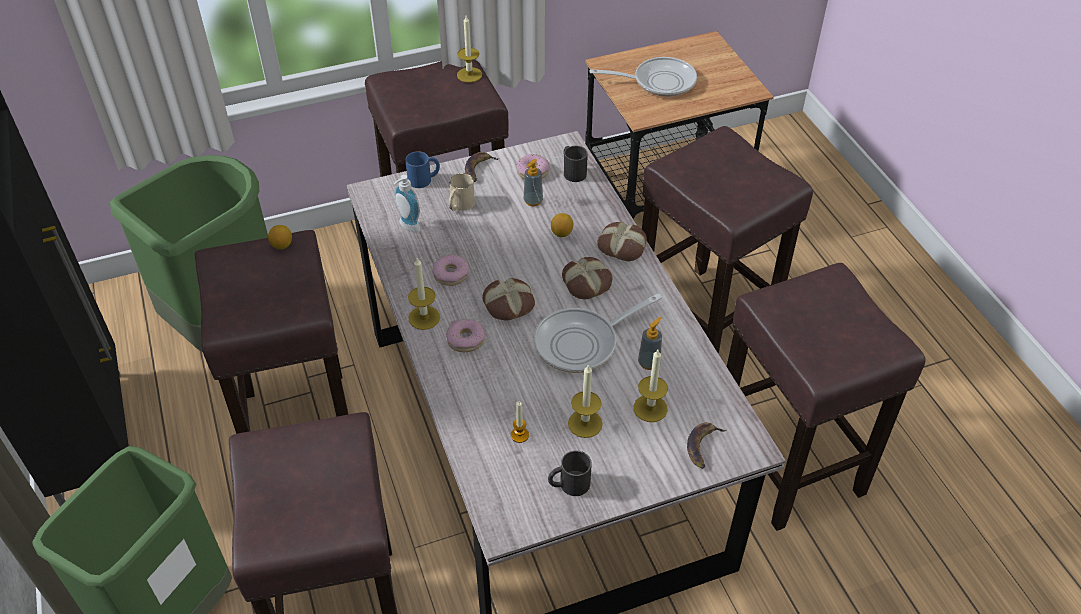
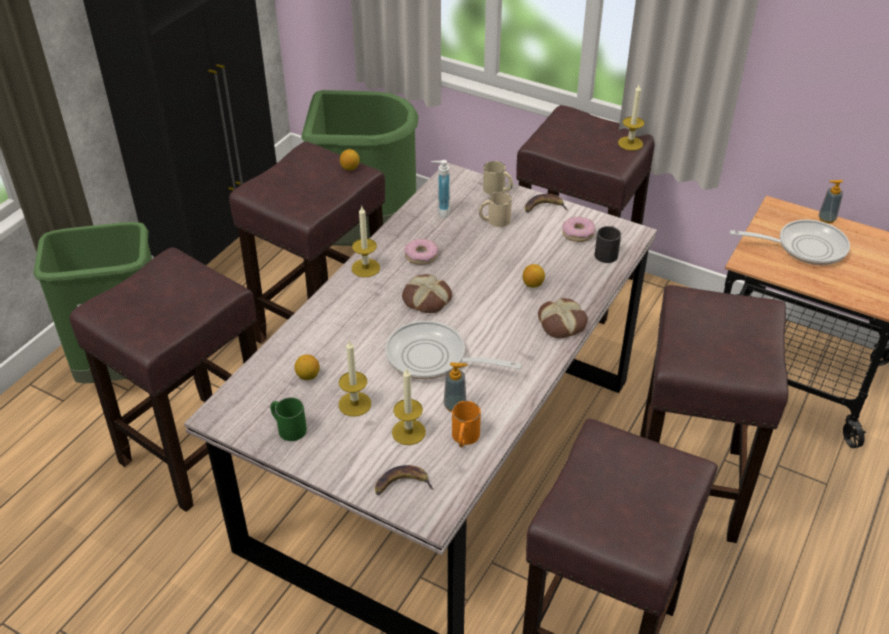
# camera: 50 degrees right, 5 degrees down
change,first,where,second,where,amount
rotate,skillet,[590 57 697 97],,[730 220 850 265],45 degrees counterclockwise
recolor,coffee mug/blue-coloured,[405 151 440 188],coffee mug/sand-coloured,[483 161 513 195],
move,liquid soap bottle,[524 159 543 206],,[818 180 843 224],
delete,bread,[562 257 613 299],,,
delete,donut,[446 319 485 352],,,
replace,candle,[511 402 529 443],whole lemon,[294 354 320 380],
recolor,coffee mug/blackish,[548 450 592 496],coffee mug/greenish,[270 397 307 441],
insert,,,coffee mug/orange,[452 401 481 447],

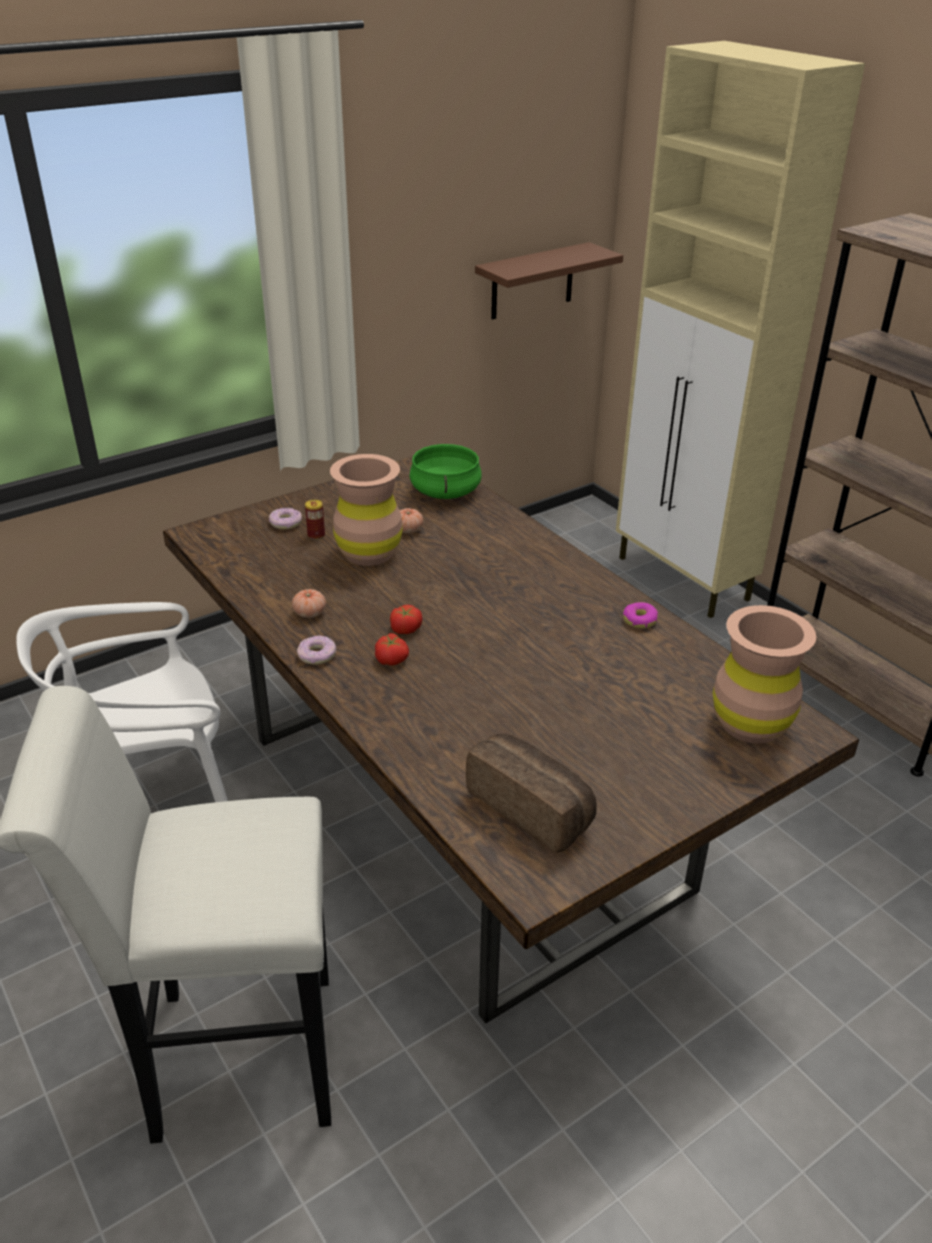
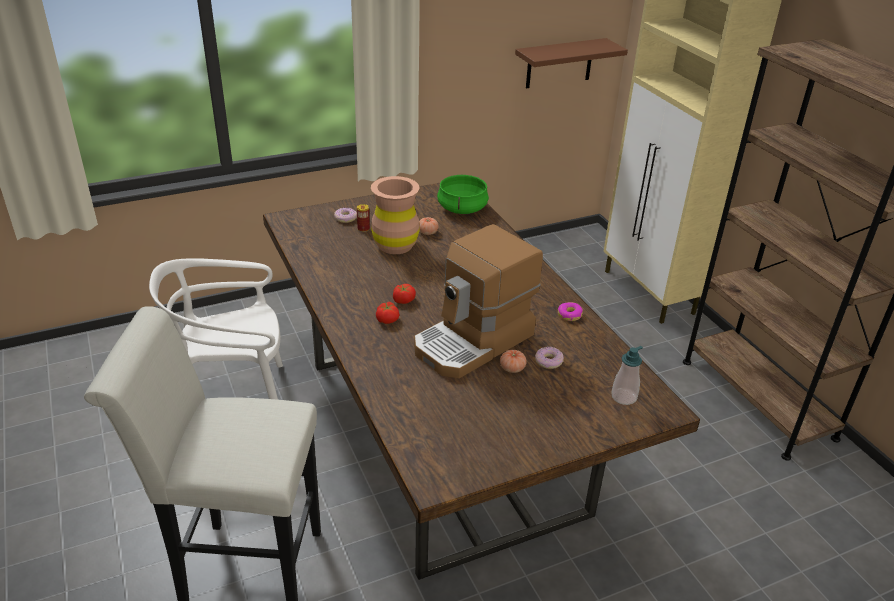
# camera: 10 degrees right, 0 degrees up
change,first,where,second,where,amount
move,whole tomato,[292 589 326 618],,[500 350 527 373],
replace,vase/brownish,[713 605 816 743],liquid soap bottle,[611 346 643 405],
move,donut,[297 635 336 665],,[535 347 564 369],
delete,bread,[466 734 597 853],,,
insert,,,coffee maker,[414 224 543 378],

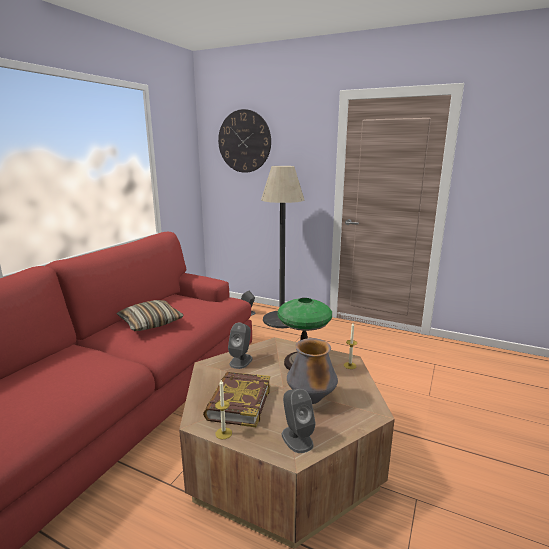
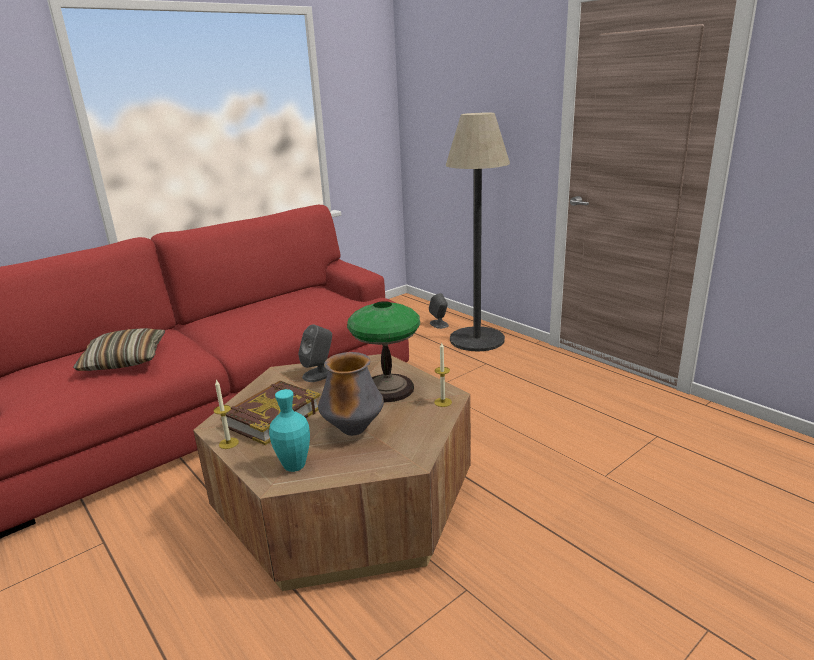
# camera: 25 degrees right, 5 degrees up
change,first,where,second,where,amount
delete,clock on the wall,[218 109 271 173],,,
move,throw pillow,[117 300 184 331],,[73 328 165 371],
replace,loudspeaker/greyish,[282 389 316 453],vase/blue-green,[269 389 310 472],

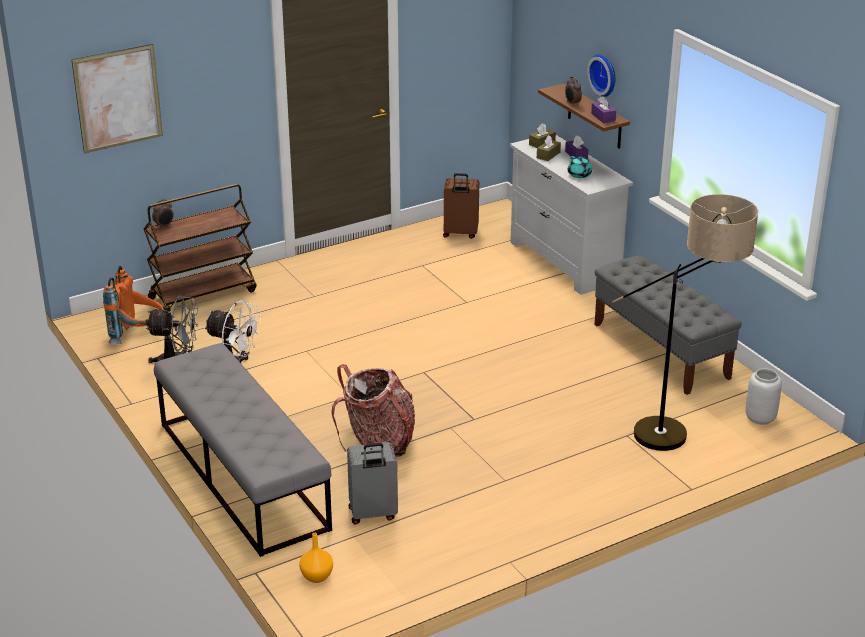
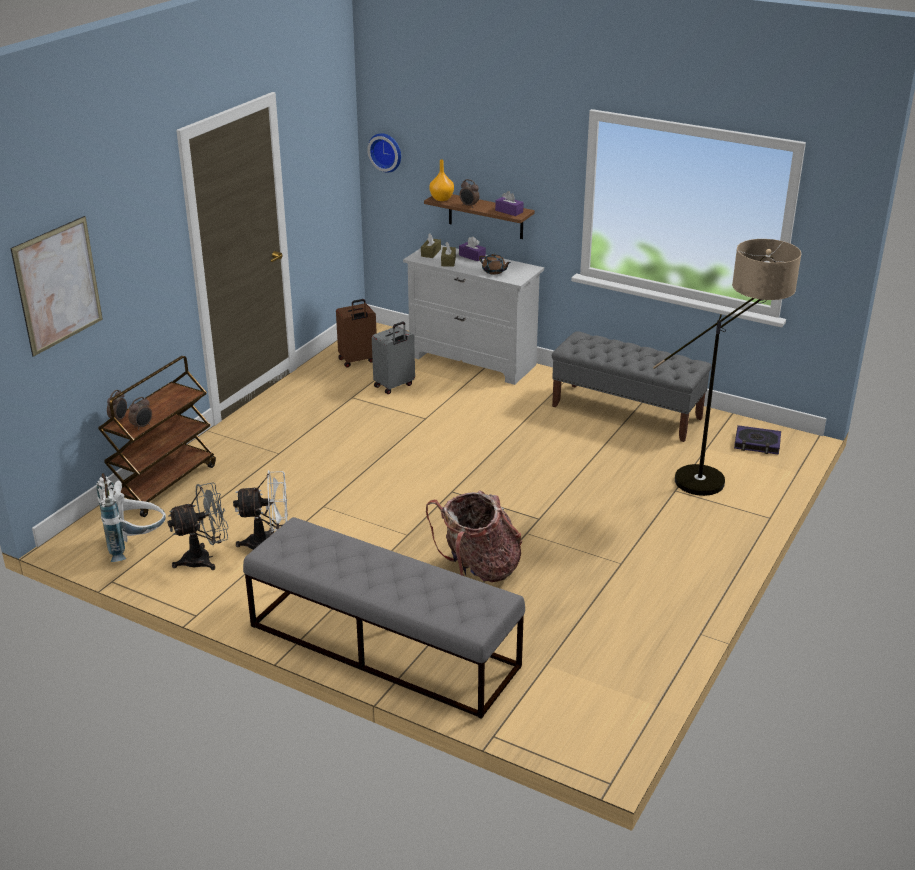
# camera: 30 degrees left, 0 degrees up
change,first,where,second,where,amount
move,clock on the wall,[587 54 615 97],,[367 134 401 173],
recolor,teapot/blue-green,[568 156 592 178],teapot/brownish,[479 254 511 275],
recolor,knapsack/orange,[103 266 164 344],knapsack/white,[97 473 166 562],
replace,vase/greyish,[745 368 782 425],volume,[734 425 781 455],
move,travel case/greyish,[347 442 398 524],,[372 321 415 394],
move,vase/orange,[299 533 333 583],,[429 159 454 201],
insert,,,alarm clock,[128 397 152 430],

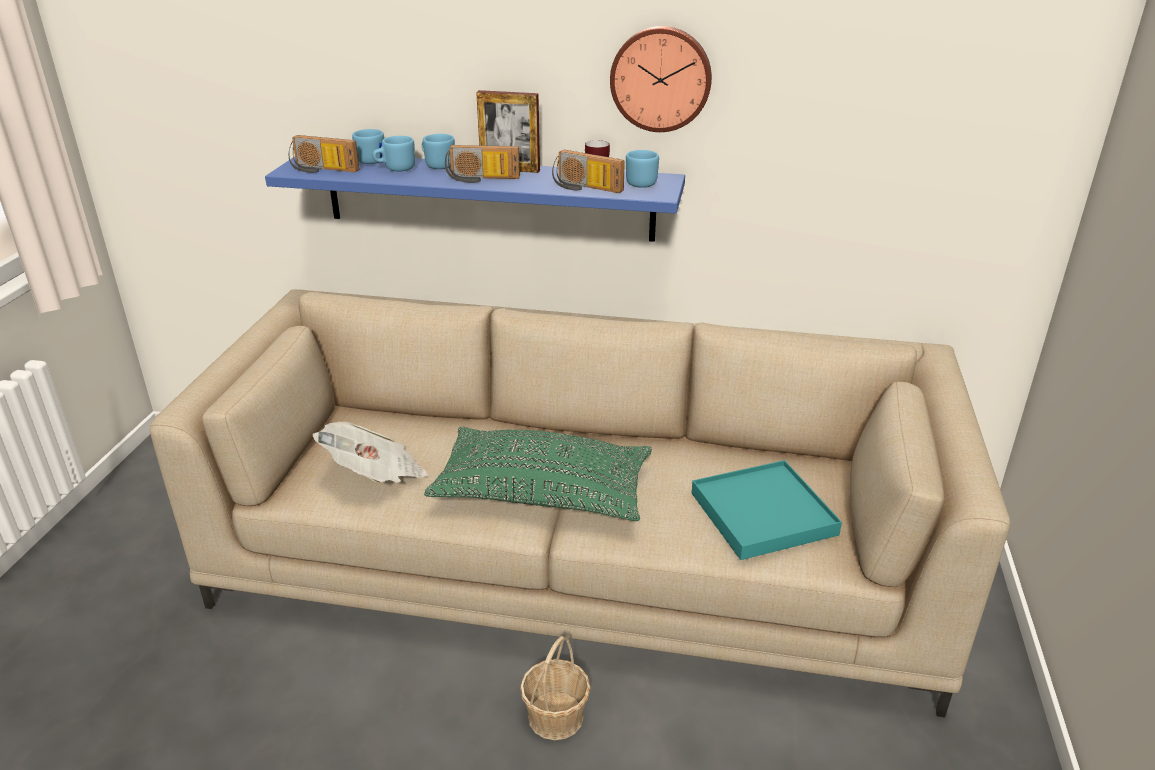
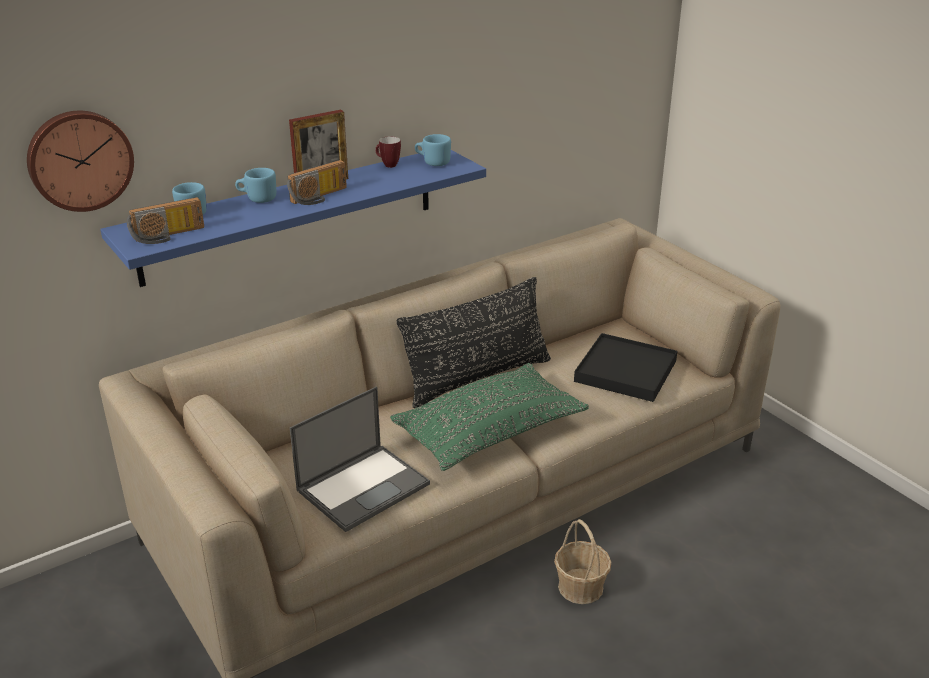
# camera: 45 degrees left, 0 degrees up
change,first,where,second,where,amount
move,clock on the wall,[610 26 712 132],,[27 111 134 212],
delete,coffee mug/blue-coloured,[372 136 415 171],,,
delete,radio,[552 150 625 193],,,
replace,printed paper,[313 421 428 483],laptop,[290 386 430 532],
recolor,tray/blue-green,[692 460 842 560],tray/blackish,[574 333 677 402],
insert,,,throw pillow/blackish,[396 277 551 408],

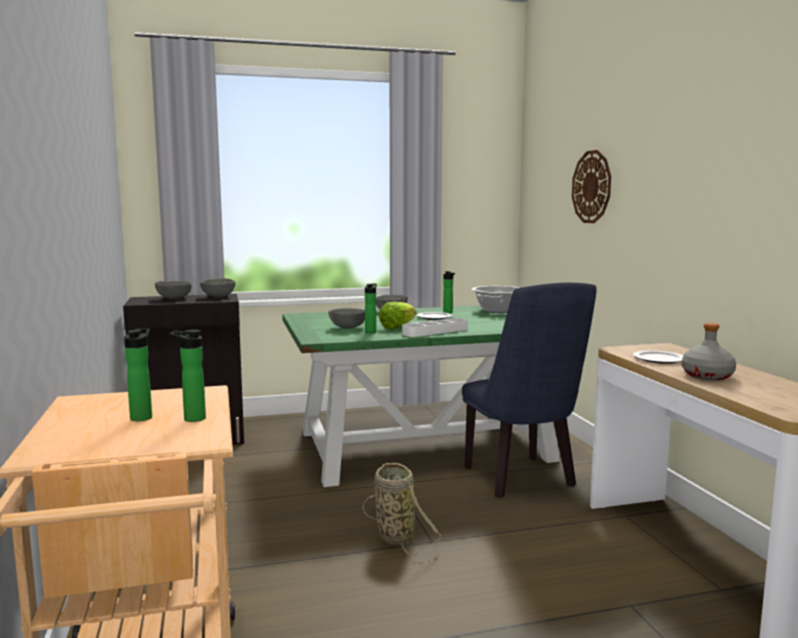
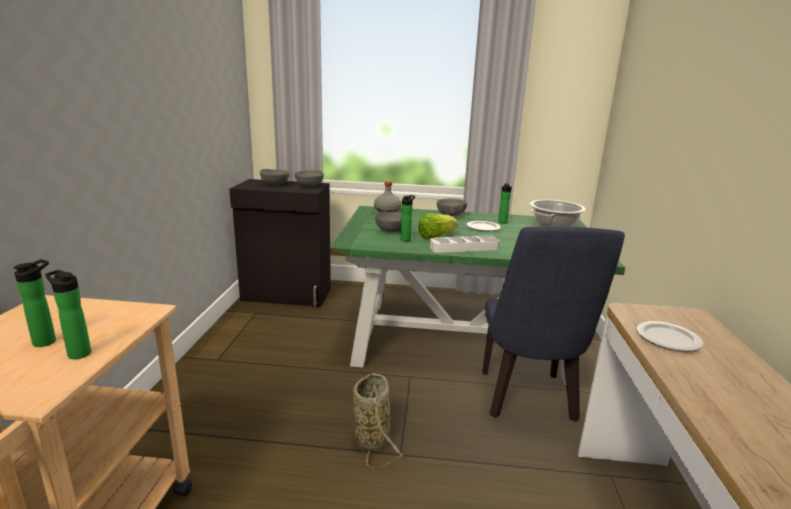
# camera: 20 degrees right, 10 degrees up
change,first,where,second,where,amount
delete,clock on the wall,[572 150 611 223],,,
move,bottle/greyish,[682 323 736 381],,[374 181 401 213],

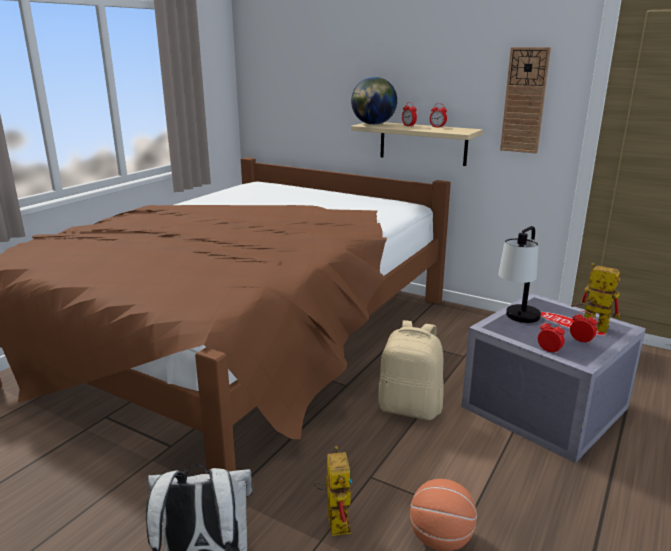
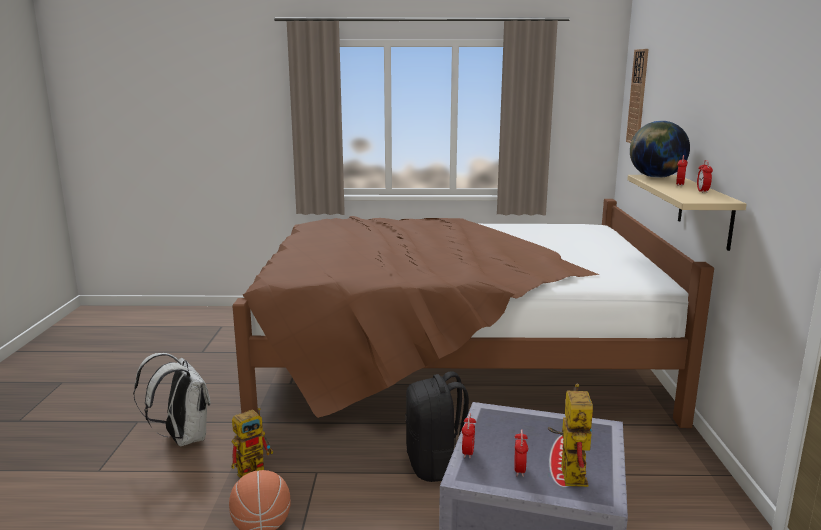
# camera: 60 degrees right, 5 degrees down
change,first,where,second,where,amount
move,clock on the wall,[500 47 551 154],,[626 49 648 143],
delete,tabletop lamp,[498 226 541 323],,,
recolor,knapsack/sand-coloured,[378 320 444 420],knapsack/blackish,[405 371 469 482],

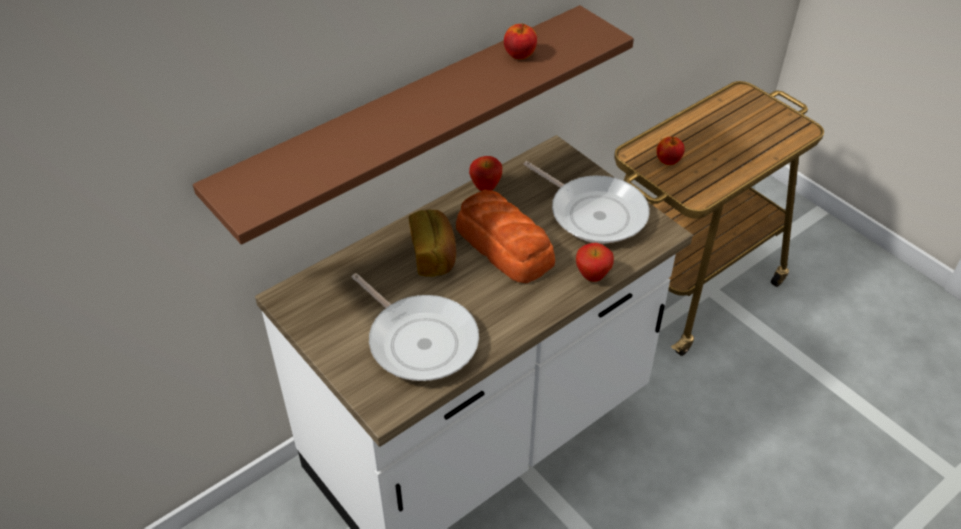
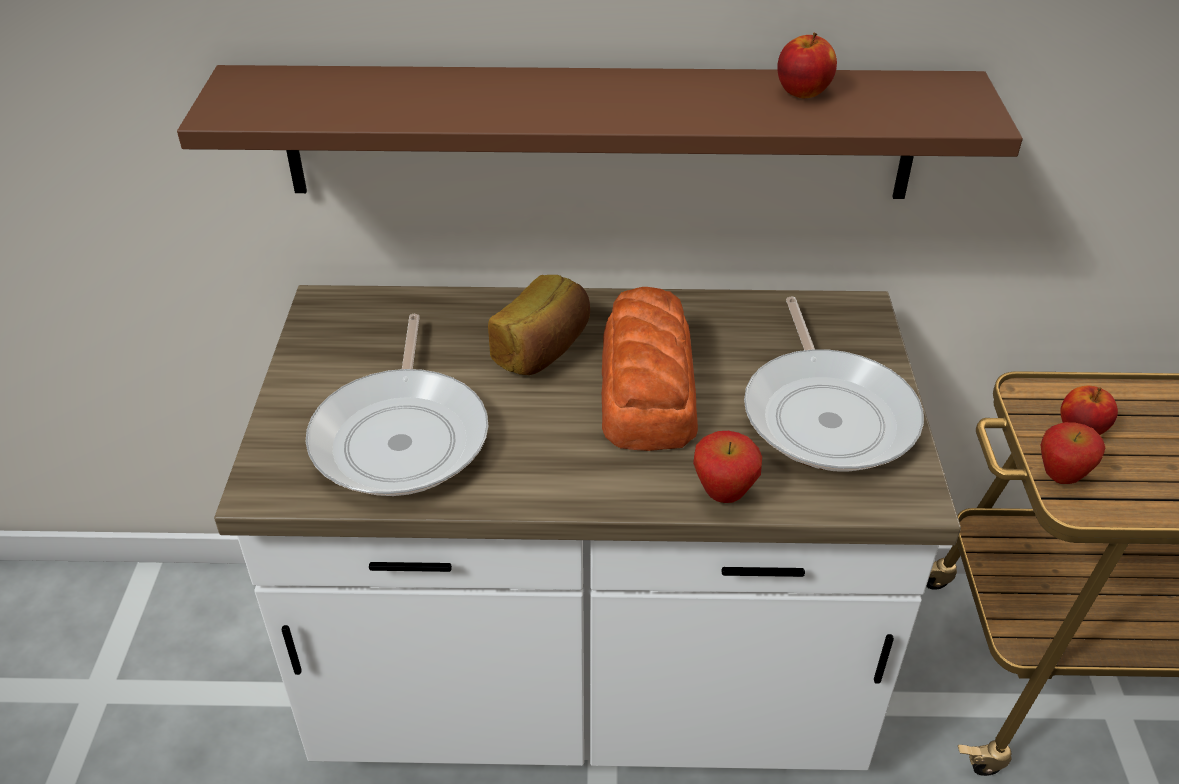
# camera: 40 degrees right, 5 degrees down
change,first,where,second,where,amount
move,whole apple,[469 156 502 191],,[1041 422 1105 484],

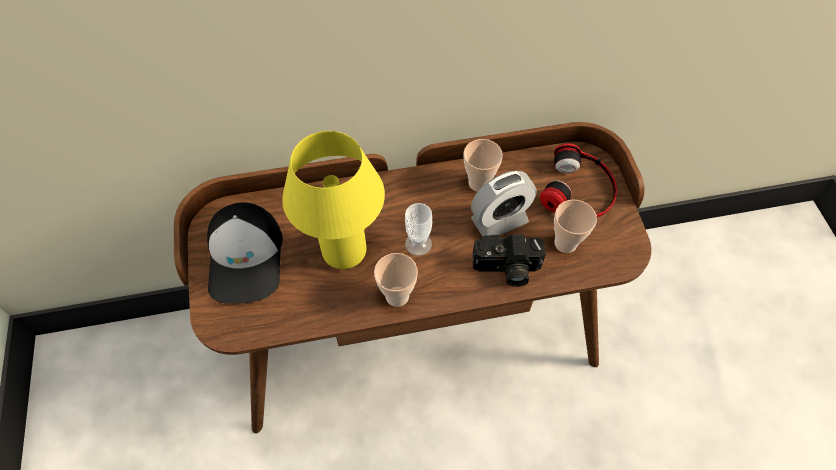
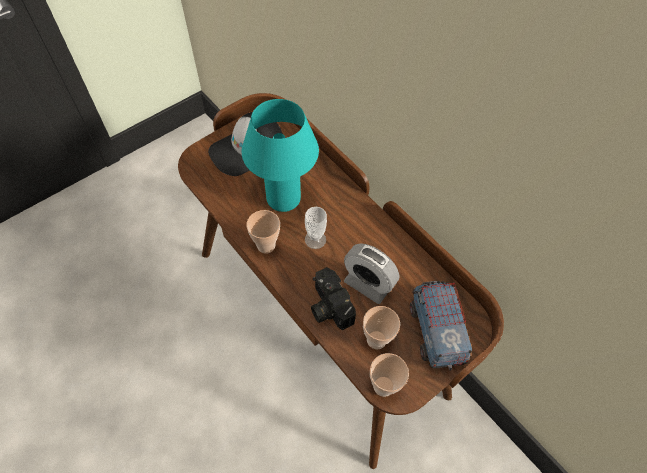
# camera: 60 degrees right, 0 degrees up
change,first,where,second,where,amount
recolor,tabletop lamp/yellow-coloured,[282 131 385 269],tabletop lamp/blue-green,[242 99 319 212],
move,cup,[464 139 503 192],,[370 353 409 397],
replace,headphones,[540 143 617 217],toy lorry,[410 281 472 371],

